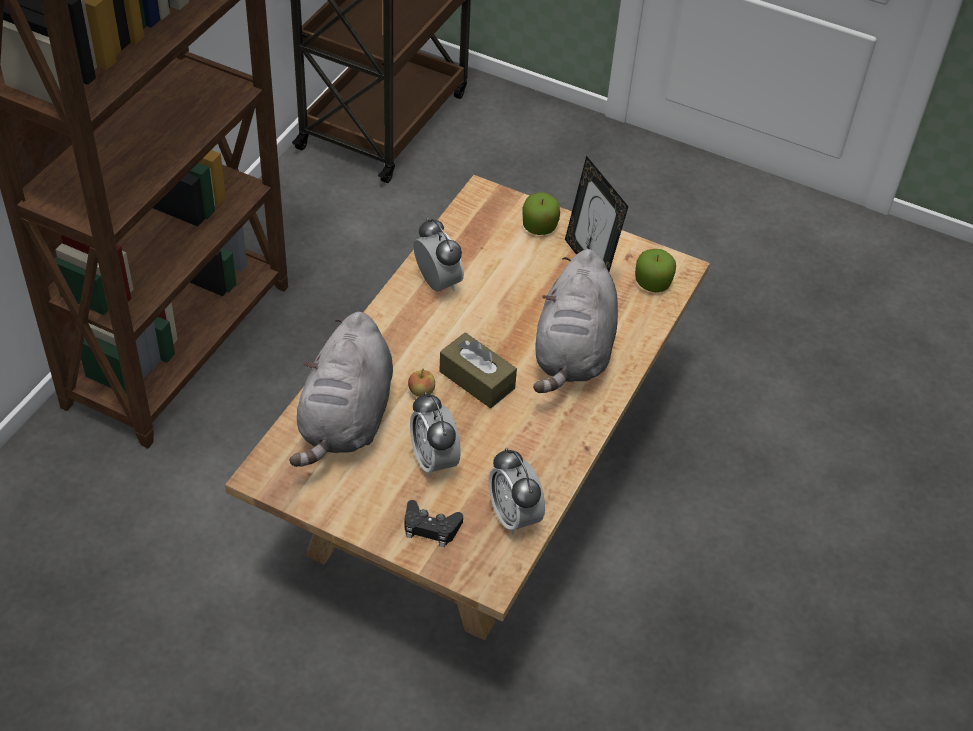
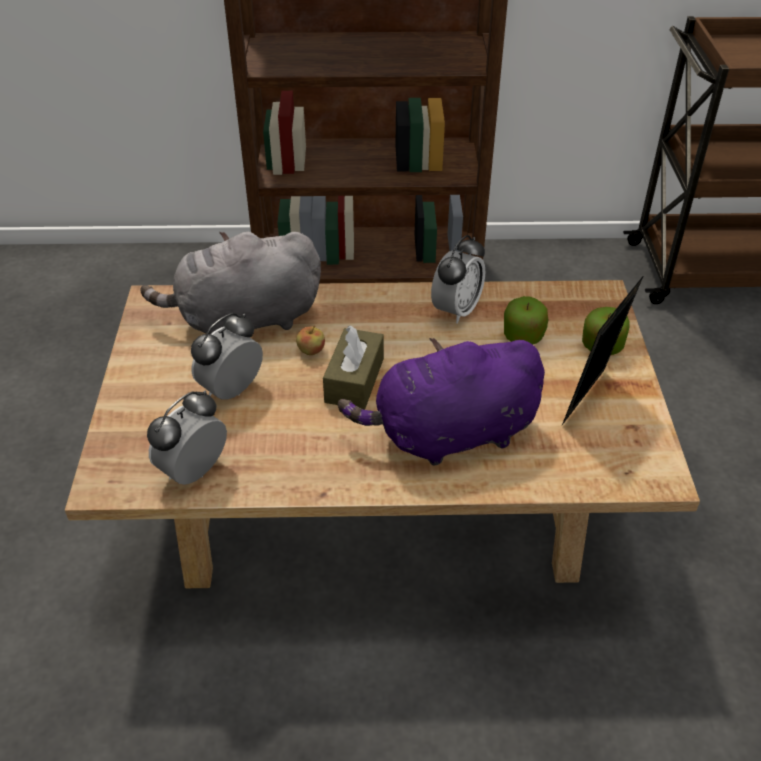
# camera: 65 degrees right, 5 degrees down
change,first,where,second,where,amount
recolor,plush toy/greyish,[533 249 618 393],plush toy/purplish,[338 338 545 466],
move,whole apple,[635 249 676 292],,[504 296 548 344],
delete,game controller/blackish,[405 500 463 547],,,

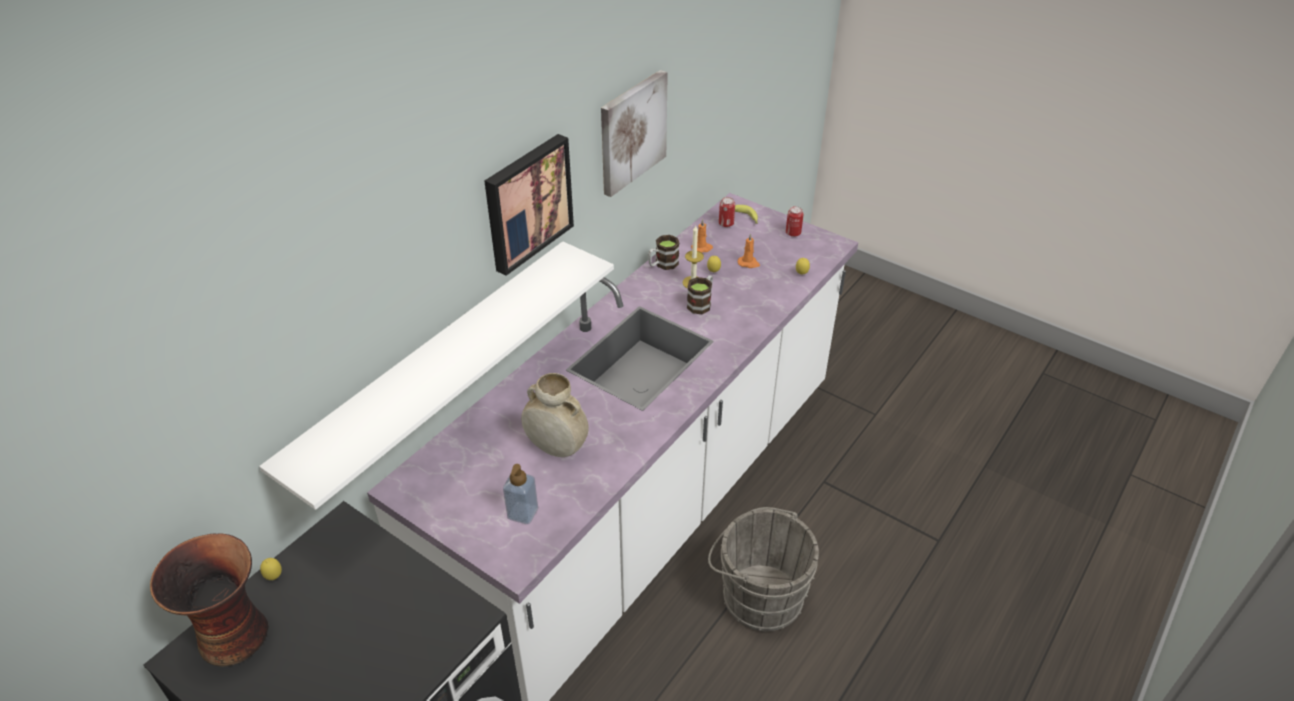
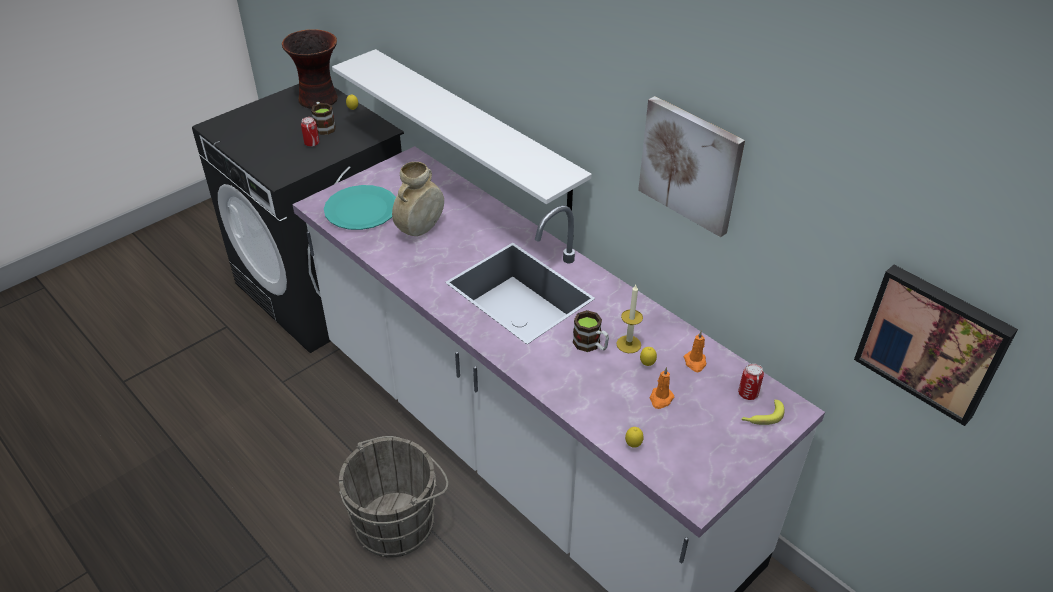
# camera: 100 degrees right, 0 degrees up
change,first,where,second,where,amount
move,wall picture,[484 134 574 276],,[854 265 1018 426],
move,can,[786 206 804 237],,[301 117 319 147],
move,coffee mug,[648 235 679 270],,[311 102 336 135],
replace,liquid soap bottle,[503 464 538 524],flat dish/blue-green,[324 185 396 230],

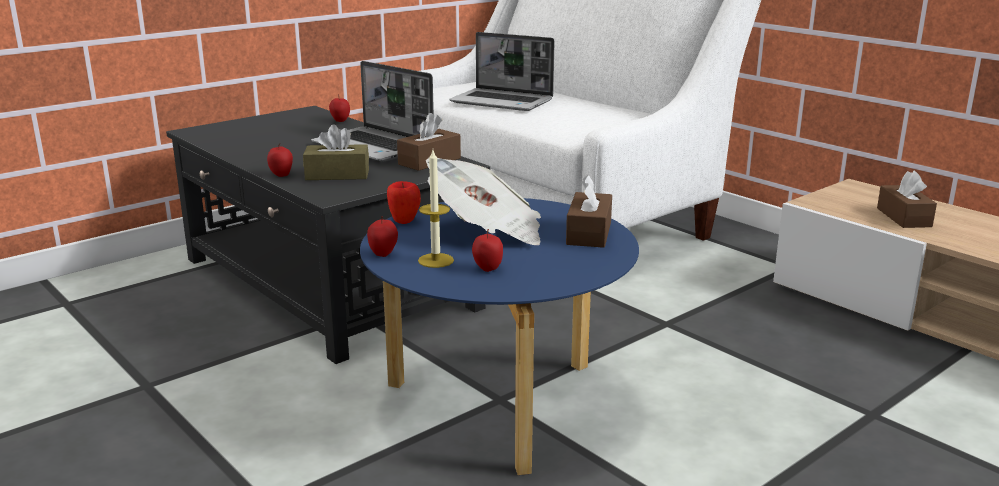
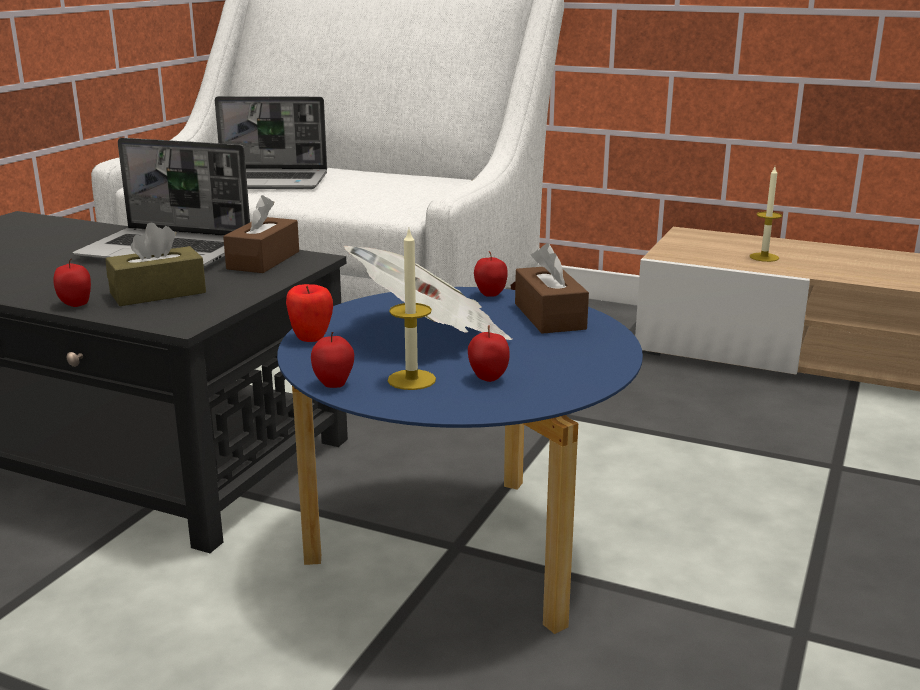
# camera: 25 degrees left, 0 degrees up
change,first,where,second,where,amount
move,whole apple,[329 94 350 122],,[474 251 508 297],
replace,tissue box/brownish,[877 171 937 228],candle,[750 167 782 262],

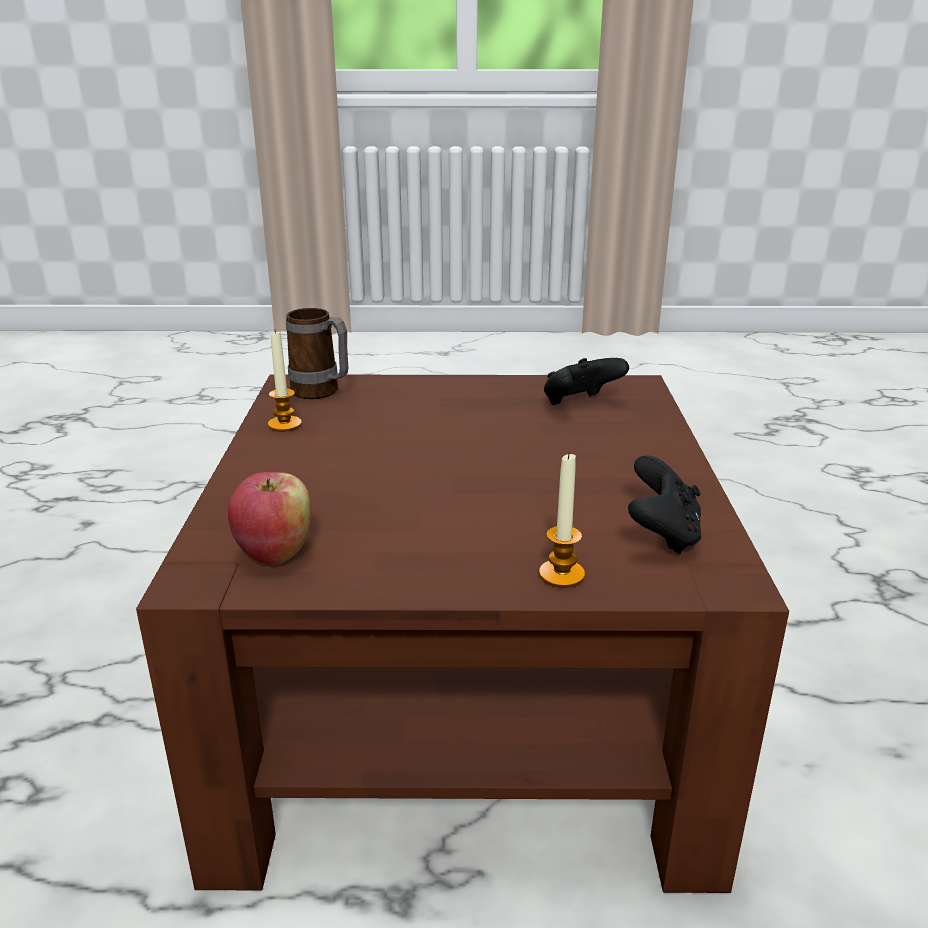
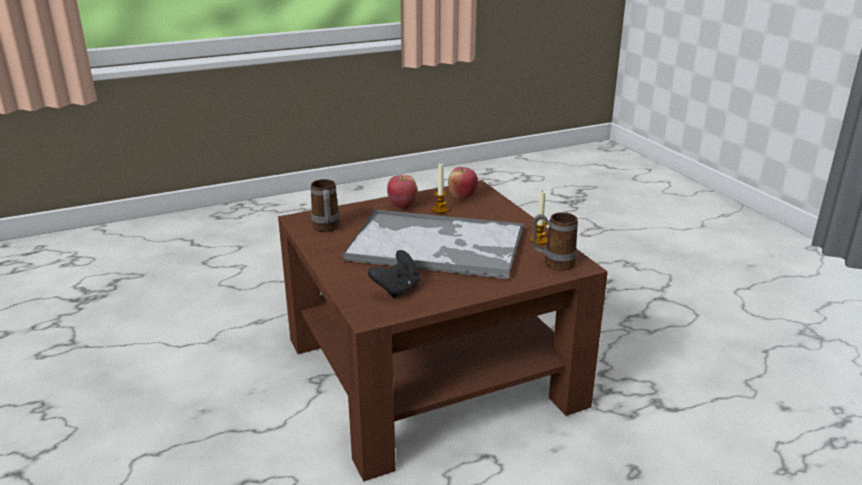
# camera: 155 degrees right, 0 degrees up
change,first,where,second,where,amount
move,candle,[539 453 585 588],,[432 163 449 213],
replace,game controller/blackish,[628 455 701 554],coffee mug,[311 179 340 232],
insert,,,whole apple,[387 175 418 209],
insert,,,tray,[342 210 524 279],

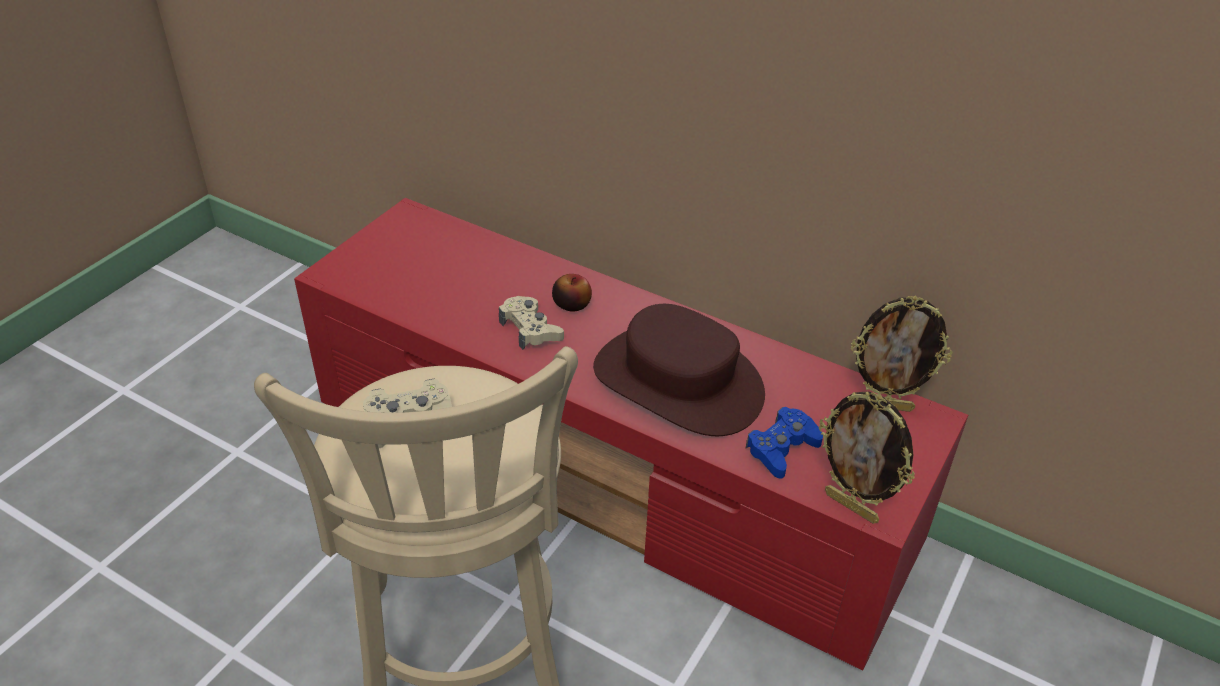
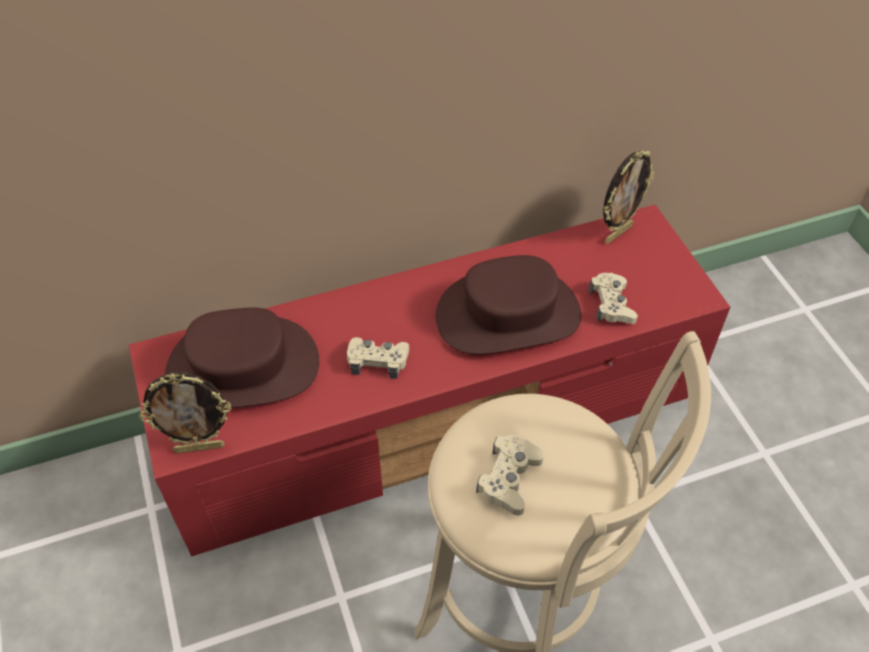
# camera: 50 degrees left, 10 degrees up
change,first,where,second,where,amount
delete,whole apple,[552 274 592 312],,,
move,photo frame,[819 391 915 524],,[139 372 231 454],
recolor,game controller/blue-coloured,[745 407 823 479],game controller/sand-coloured,[589 273 638 324],
insert,,,clothing hat/brownish,[165 307 319 409],

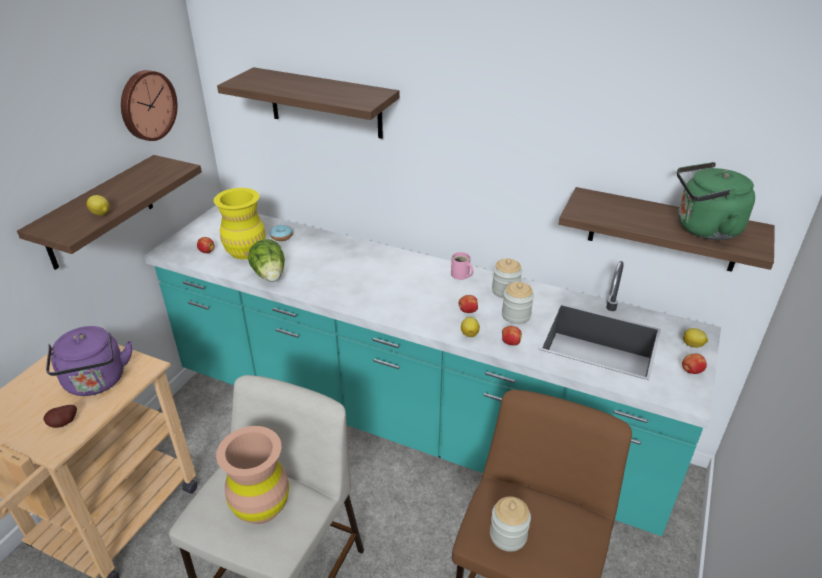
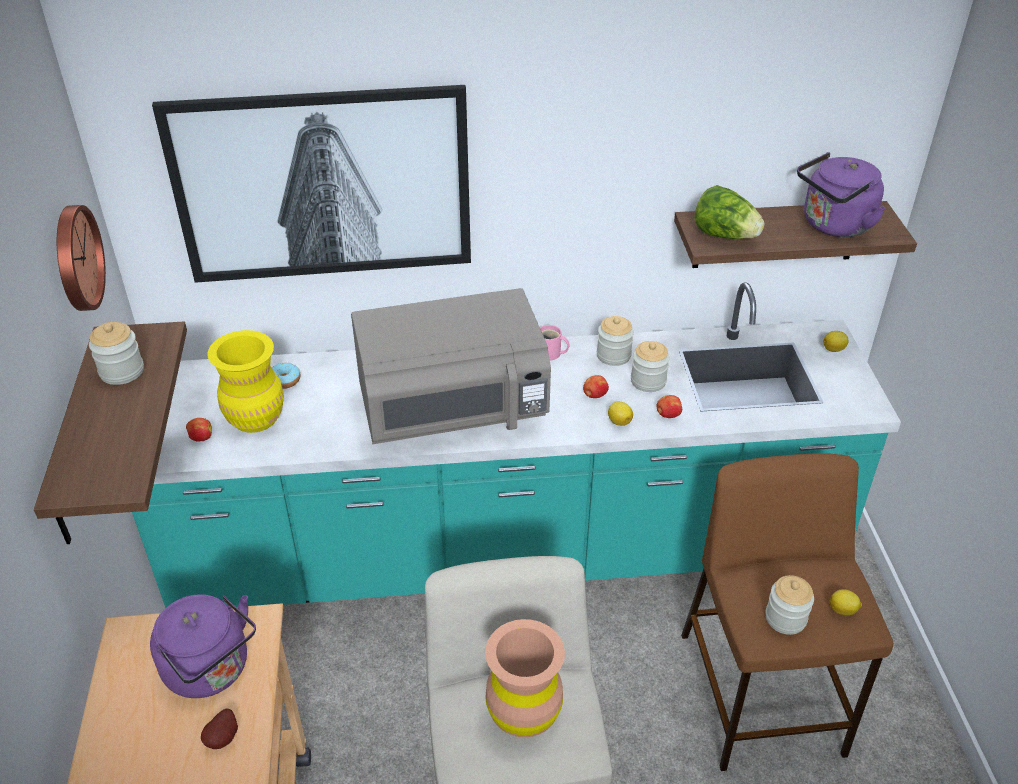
# camera: 30 degrees left, 5 degrees up
change,first,where,second,where,amount
replace,shelf,[217 67 400 139],wall picture,[152 85 471 283],
recolor,water kettle/greenish,[677 162 755 240],water kettle/purplish,[797 152 886 237],
move,whole lemon,[86 195 110 216],,[830 589 862 615],
move,head of lettuce,[248 239 285 282],,[695 185 765 239],
delete,whole apple,[682 353 707 374],,,
insert,,,microwave oven/greyish,[351 288 551 444],
insert,,,storage jar,[89 322 144 385],

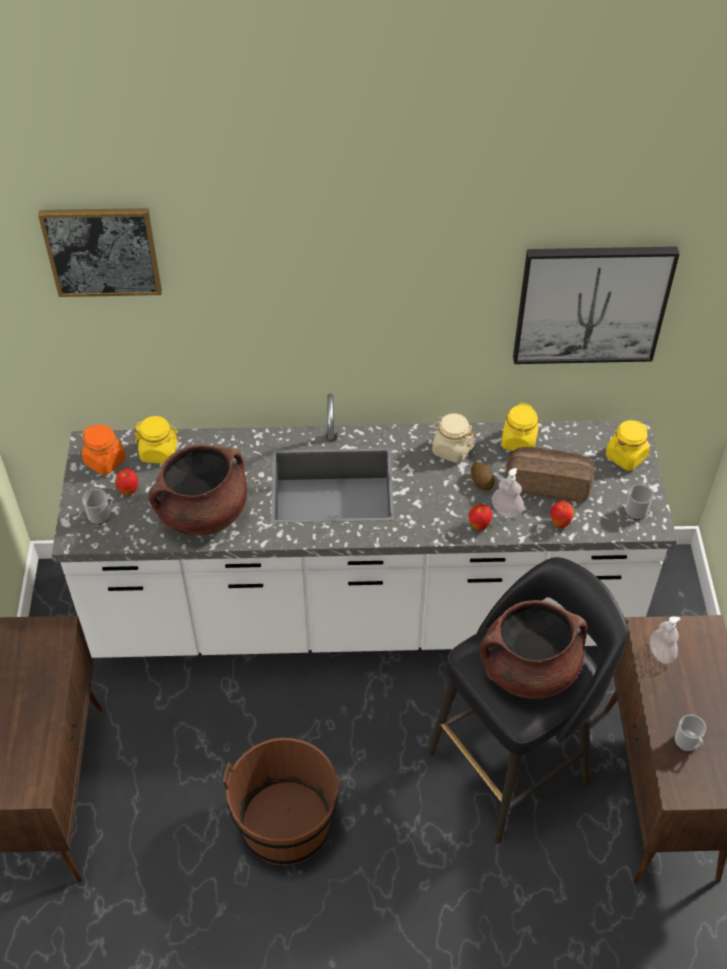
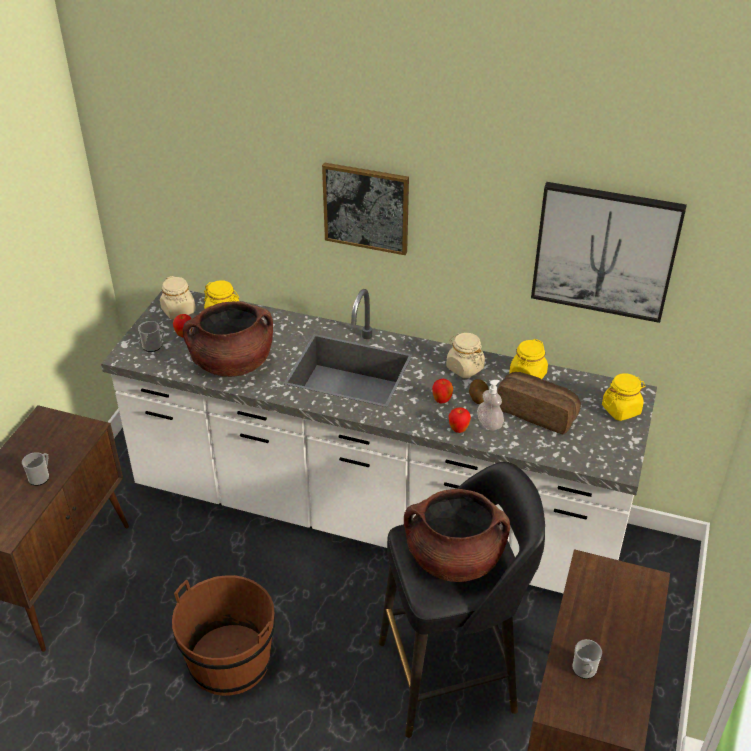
# camera: 20 degrees right, 10 degrees down
change,first,where,second,where,amount
move,wall picture,[38 208 162 297],,[322 162 409 255],
recolor,storage jar/orange,[82 425 126 475],storage jar/sand-coloured,[160 276 196 319],
move,coffee mug,[625 483 654 520],,[22 452 49 486],
move,whole apple,[550 501 574 528],,[432 379 453 403],
delete,liquid soap bottle,[650 616 680 664],,,

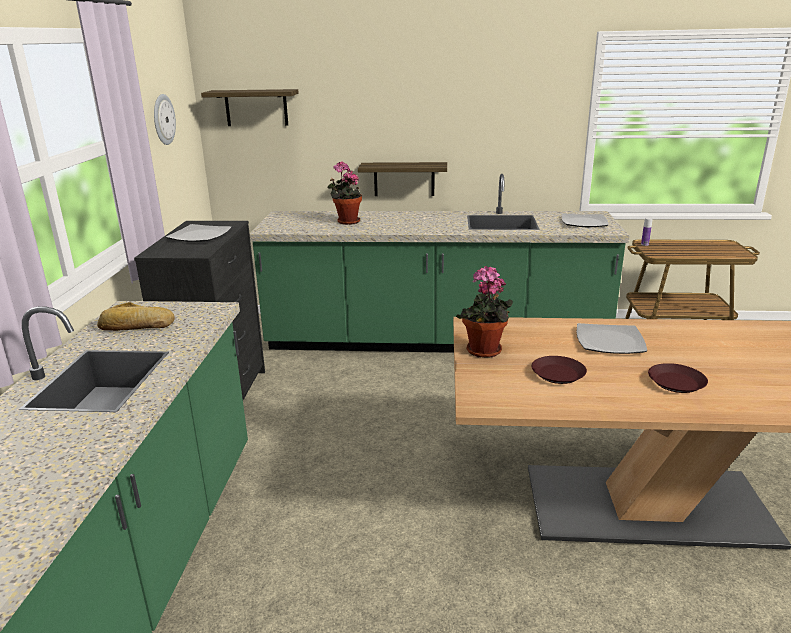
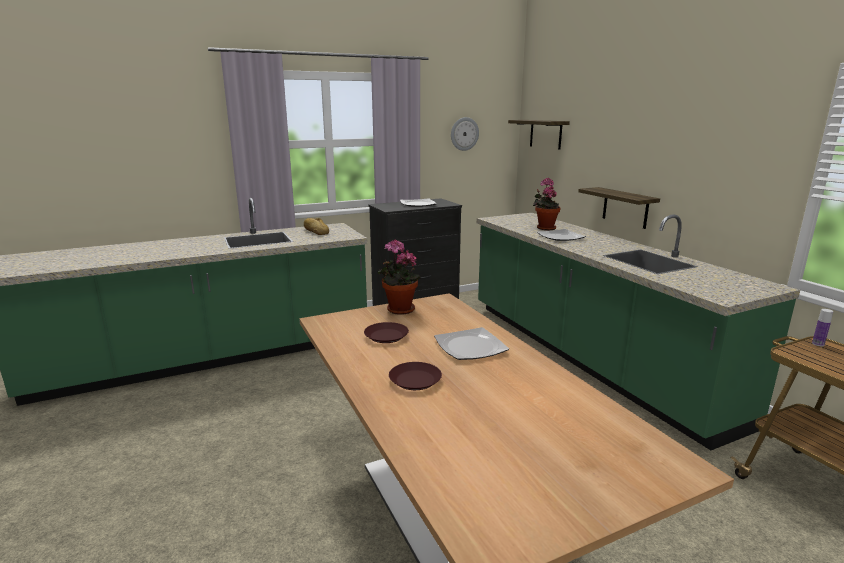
# camera: 60 degrees right, 5 degrees down
change,first,where,second,where,amount
move,flat dish,[562 213 608 227],,[537 229 586 241],

